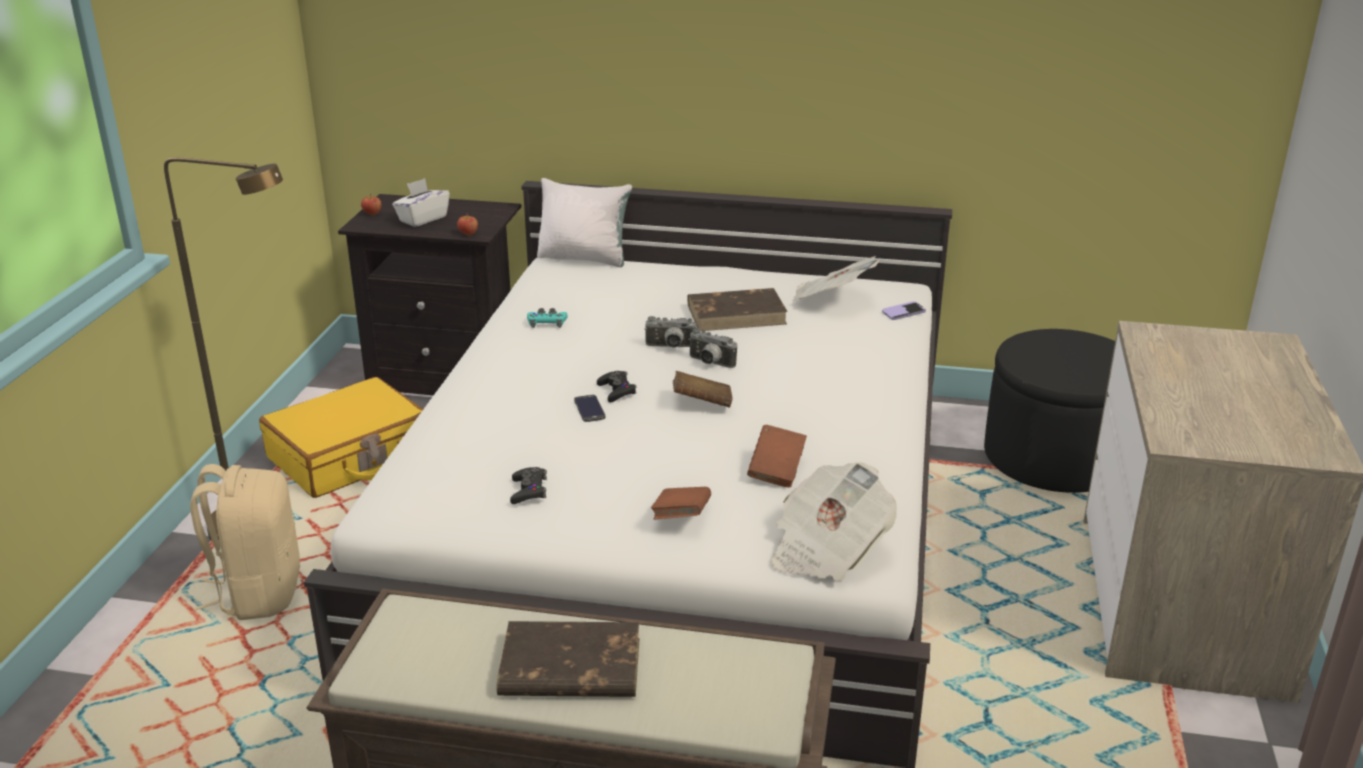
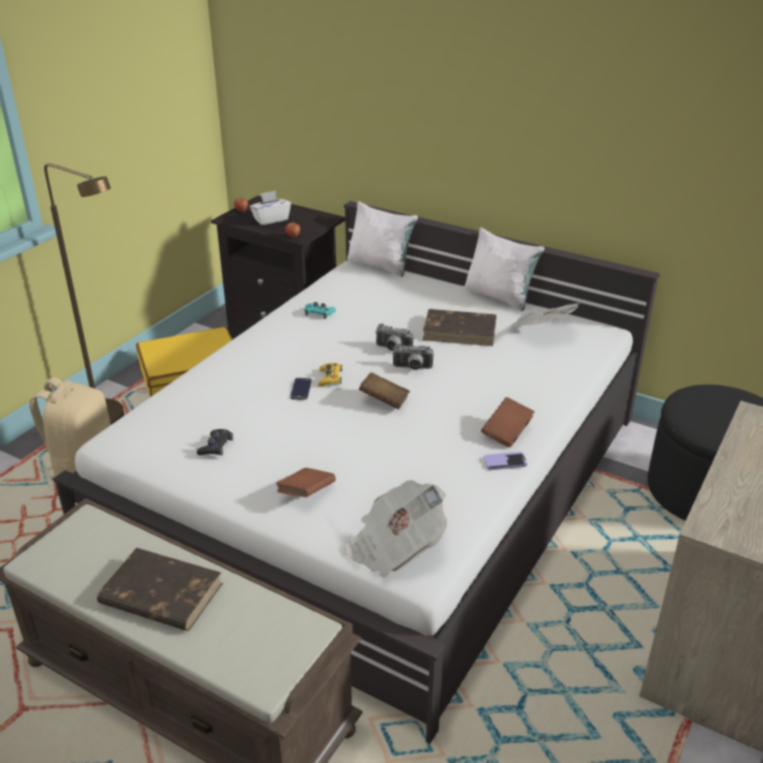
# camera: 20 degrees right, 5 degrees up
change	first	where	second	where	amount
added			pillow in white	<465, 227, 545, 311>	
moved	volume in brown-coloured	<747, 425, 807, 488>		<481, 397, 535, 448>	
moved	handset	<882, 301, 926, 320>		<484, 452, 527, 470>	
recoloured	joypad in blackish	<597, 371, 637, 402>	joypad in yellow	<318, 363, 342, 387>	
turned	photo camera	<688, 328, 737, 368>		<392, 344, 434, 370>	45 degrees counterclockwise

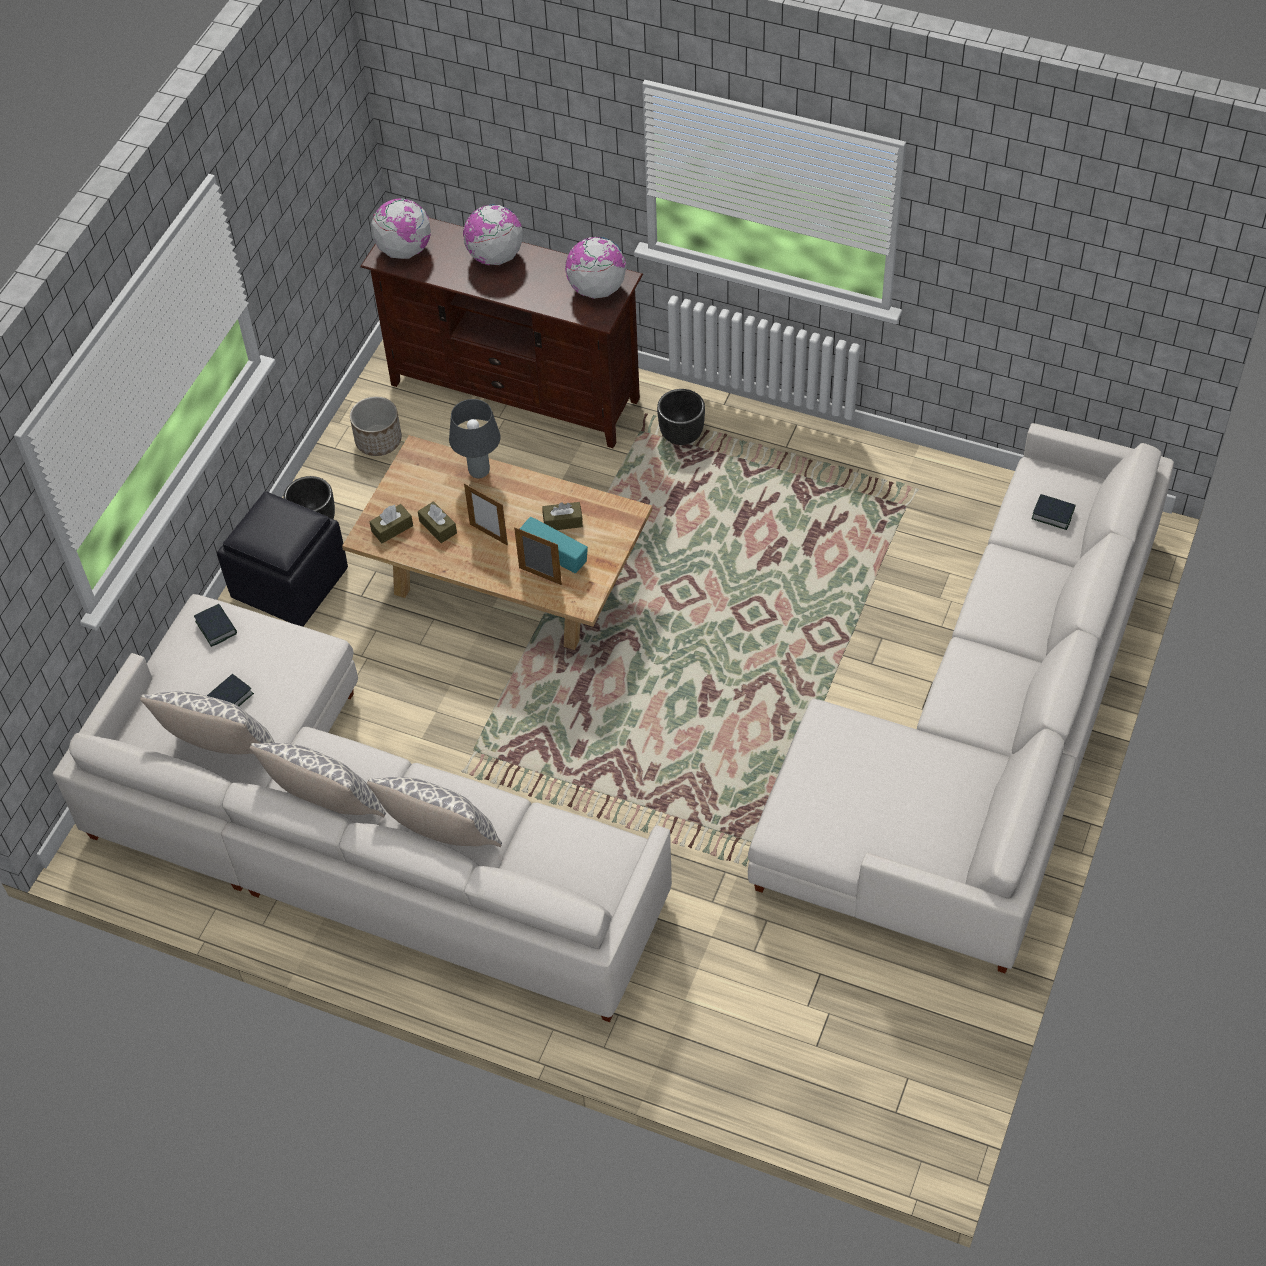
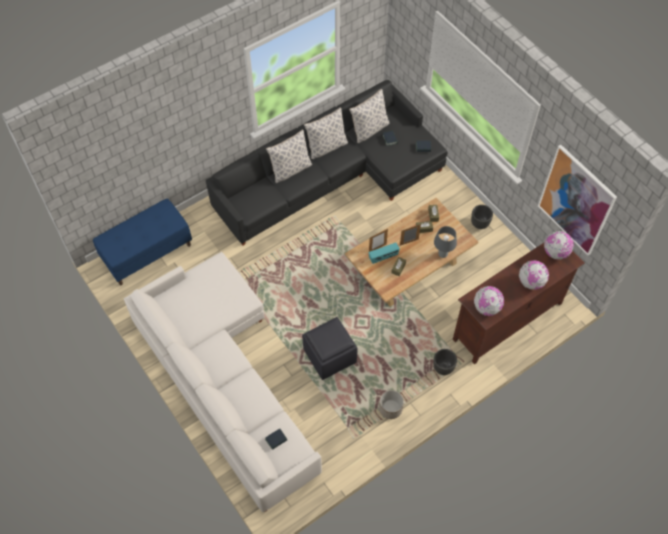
# camera: 120 degrees right, 5 degrees up
change	first	where	second	where	amount
added			bench in blue	<93, 199, 192, 285>	
added			wall picture	<538, 145, 617, 256>	
moved	ottoman in blackish	<217, 491, 348, 627>		<302, 317, 358, 380>	
moved	flower pot	<350, 397, 402, 456>		<379, 390, 404, 419>	
recoloured	sofa in white	<53, 594, 672, 1022>	sofa in blackish	<206, 80, 448, 245>	

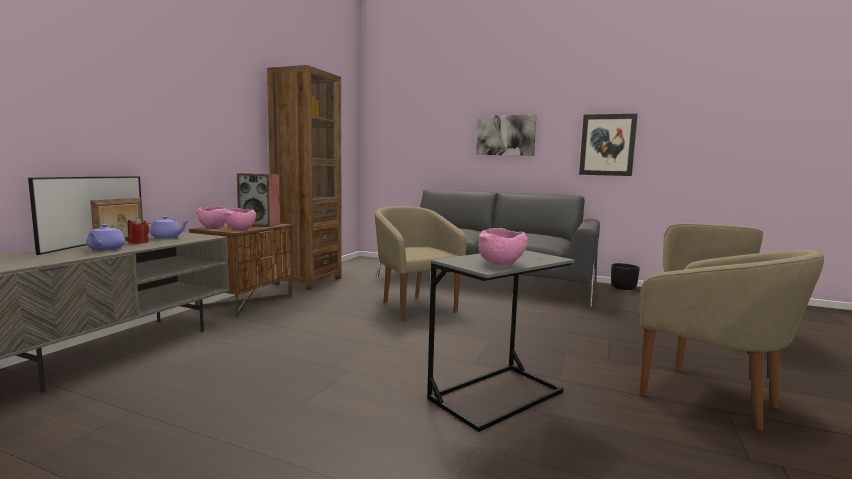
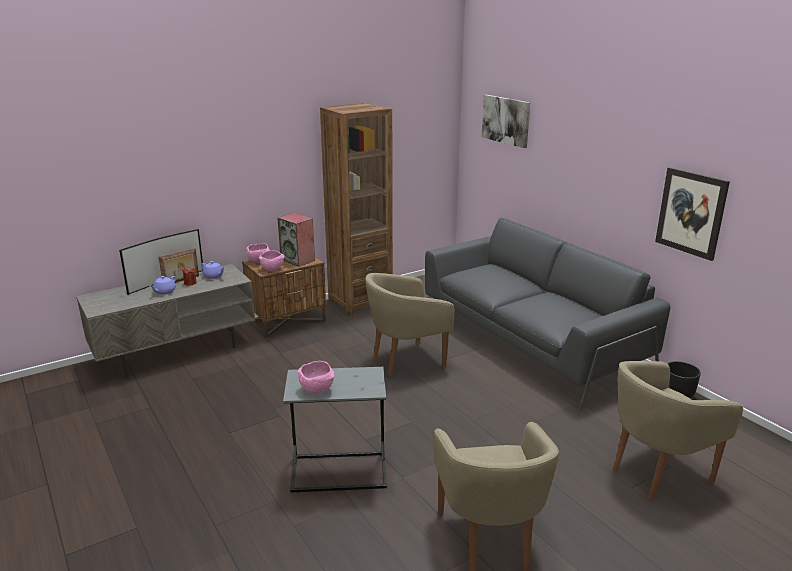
# camera: 35 degrees right, 15 degrees up
change	first	where	second	where	amount
moved	wall picture	<476, 115, 537, 156>		<482, 95, 530, 148>	
turned	easy chair in sand-coloured	<375, 206, 467, 320>		<365, 273, 455, 377>	120 degrees counterclockwise

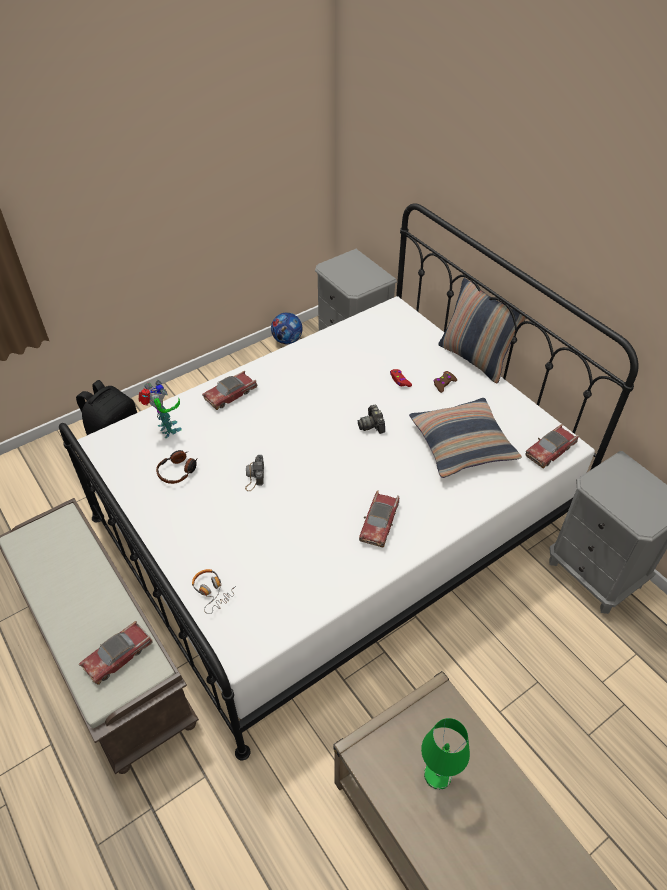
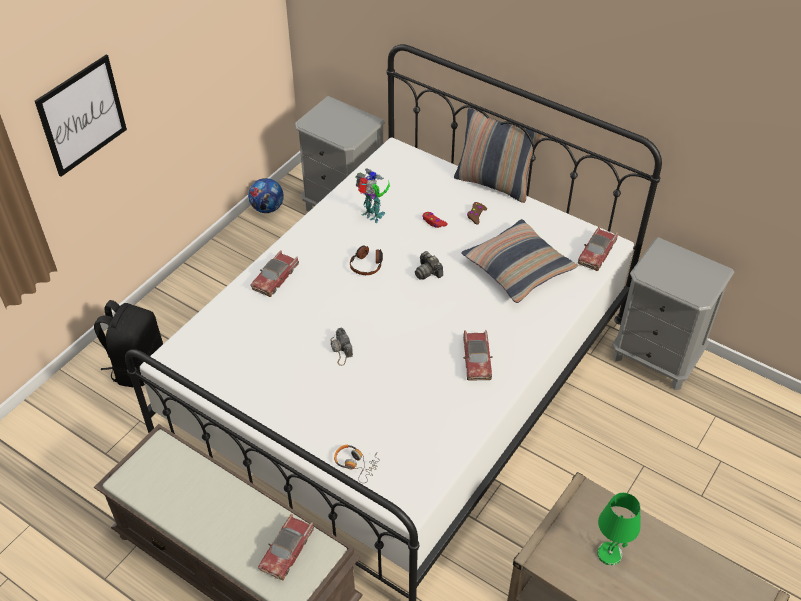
# camera: 20 degrees left, 0 degrees up
change	first	where	second	where	amount
added			wall picture	<35, 55, 127, 177>	
moved	robot figure	<139, 380, 182, 438>		<356, 168, 390, 223>	
moved	pair of headphones	<156, 450, 197, 484>		<350, 245, 383, 275>	

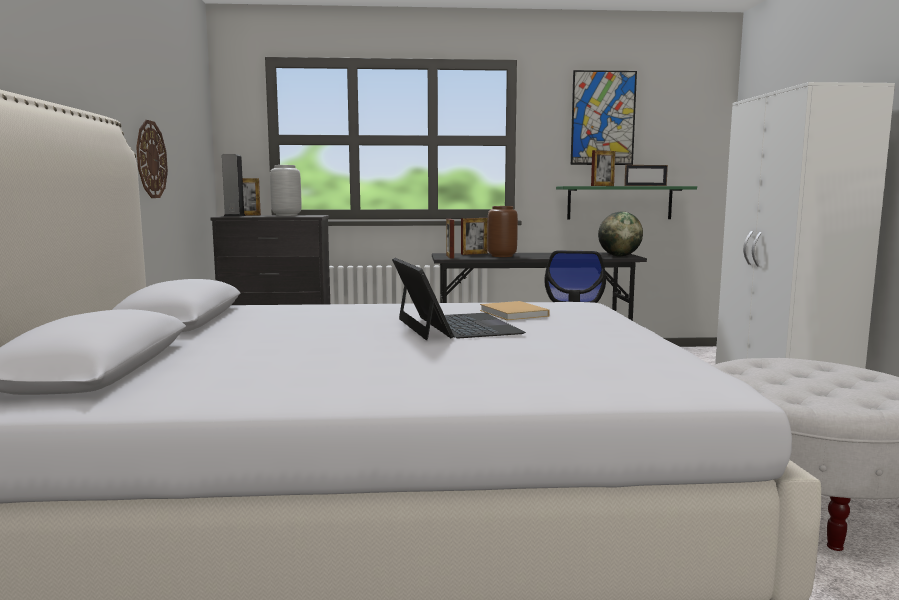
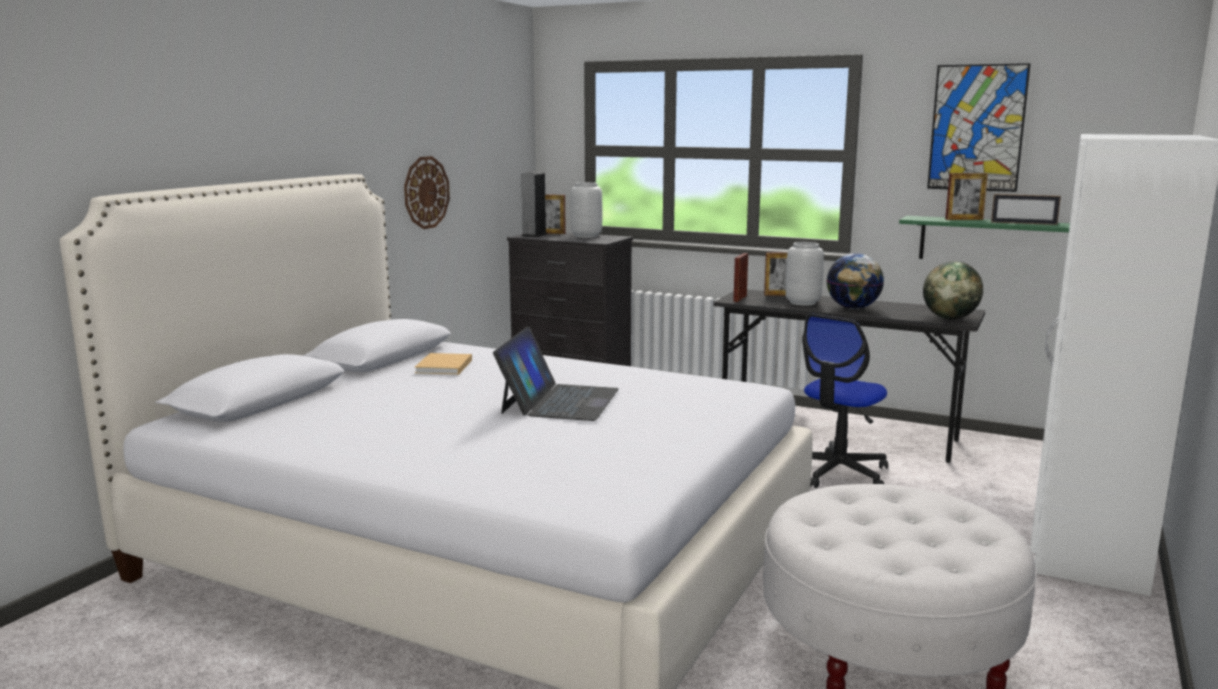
# camera: 30 degrees right, 5 degrees up
change	first	where	second	where	amount
added			globe	<827, 253, 884, 309>	
moved	volume in sand-coloured	<480, 301, 549, 320>		<414, 353, 472, 375>	
recoloured	vase in brown-coloured	<487, 206, 518, 257>	vase in grey	<785, 242, 824, 306>	

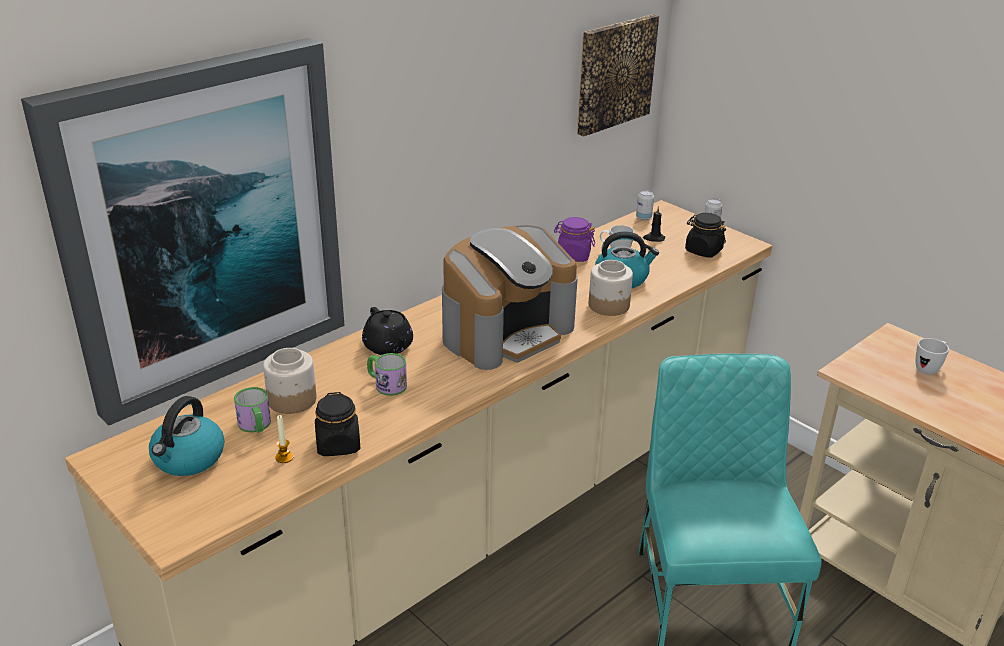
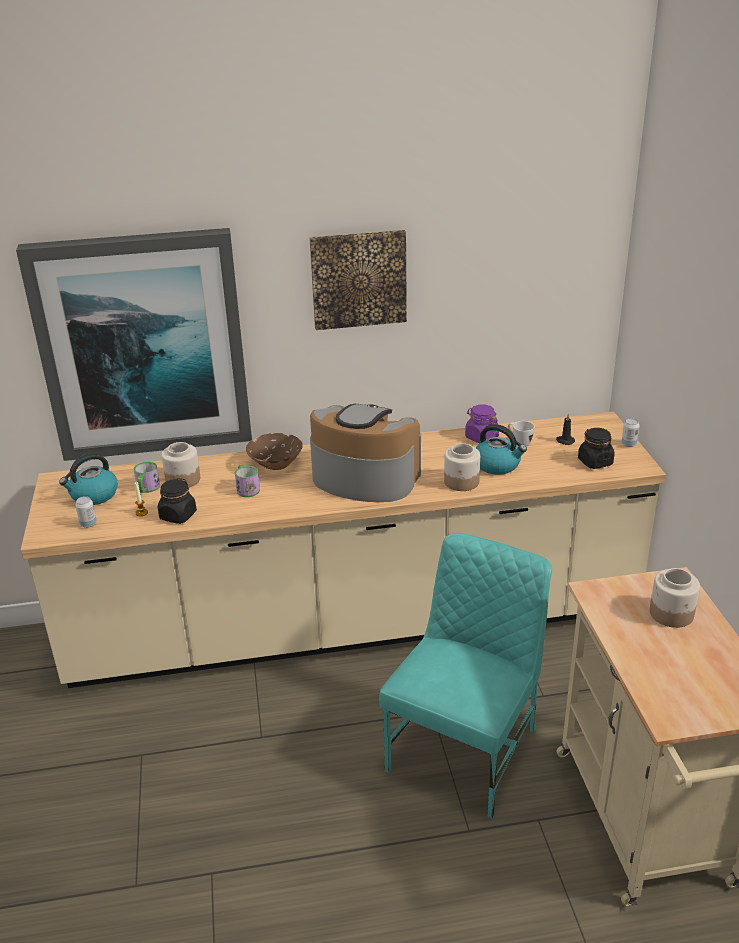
# camera: 35 degrees right, 0 degrees up
change	first	where	second	where	amount
moved	wall picture	<577, 14, 659, 137>		<309, 230, 407, 330>	
moved	sealed can	<636, 190, 654, 220>		<75, 496, 97, 528>	
replaced	pot for tea in blackish	<362, 307, 413, 355>	deep dish in brown-coloured	<246, 433, 303, 470>	
replaced	coffee mug in white	<916, 338, 949, 374>	storage jar	<650, 568, 700, 628>	
turned	coffee maker	<442, 225, 578, 370>		<310, 404, 421, 502>	150 degrees counterclockwise

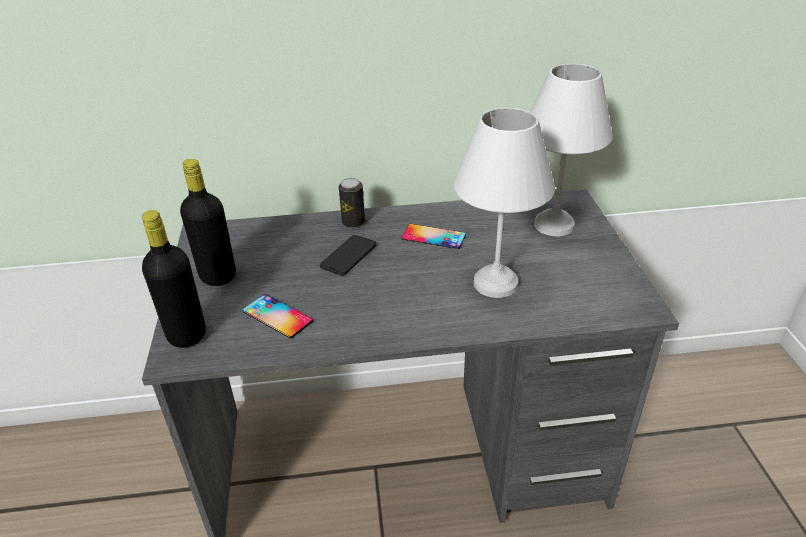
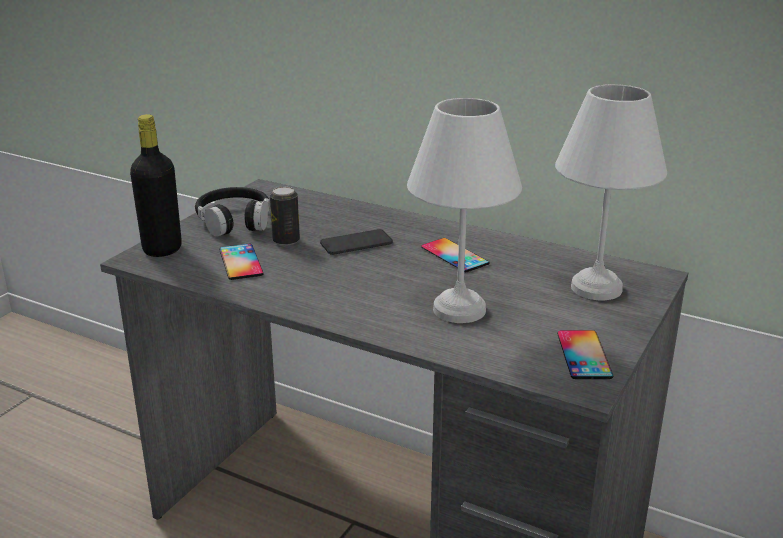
# camera: 35 degrees right, 10 degrees down
change	first	where	second	where	amount
added			handset	<557, 330, 614, 379>	
moved	sealed can	<339, 178, 365, 228>		<270, 187, 300, 246>	
replaced	beverage bottle in blackish	<180, 159, 236, 286>	pair of headphones in blackish	<195, 187, 270, 237>	

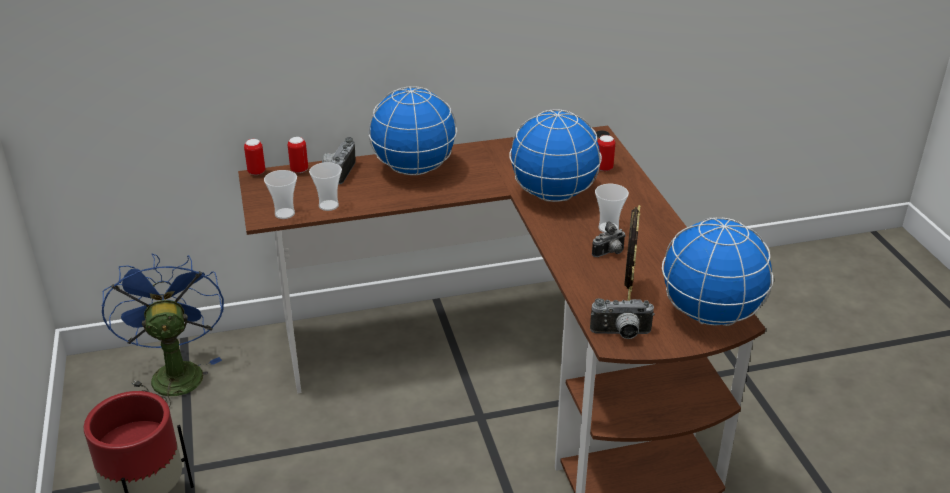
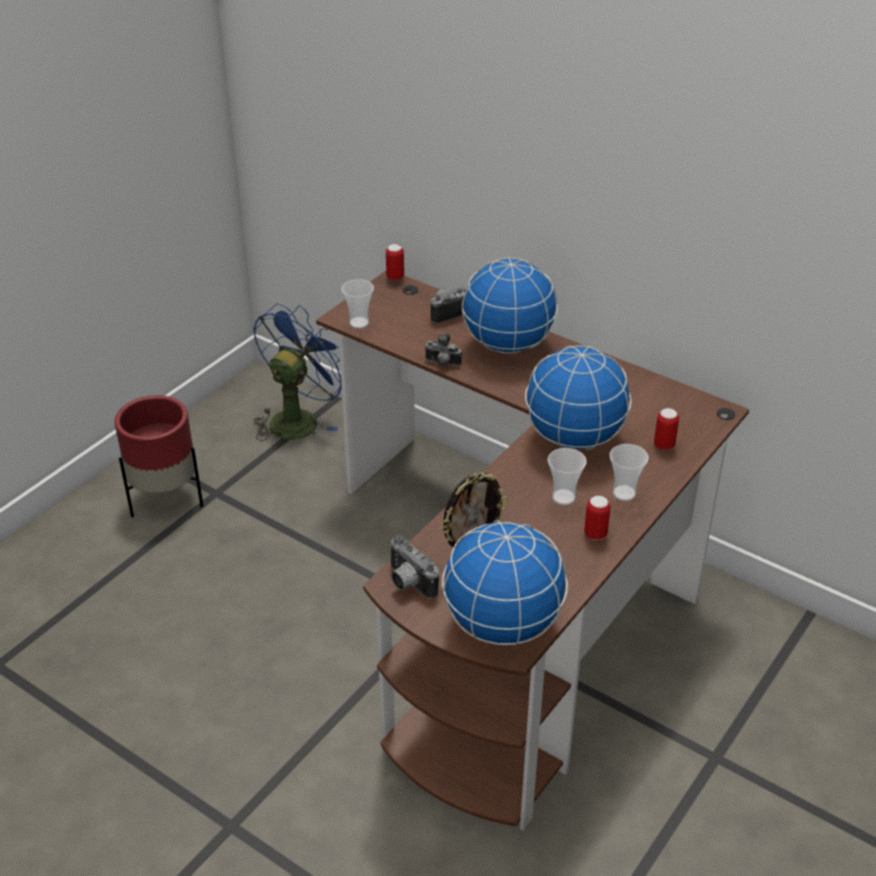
# camera: 50 degrees right, 5 degrees up
change	first	where	second	where	amount
moved	sealed can	<288, 137, 308, 173>		<584, 496, 611, 540>	
moved	drinking cup	<309, 162, 342, 211>		<610, 444, 649, 501>	
moved	photo camera	<592, 221, 626, 257>		<425, 333, 462, 367>	

